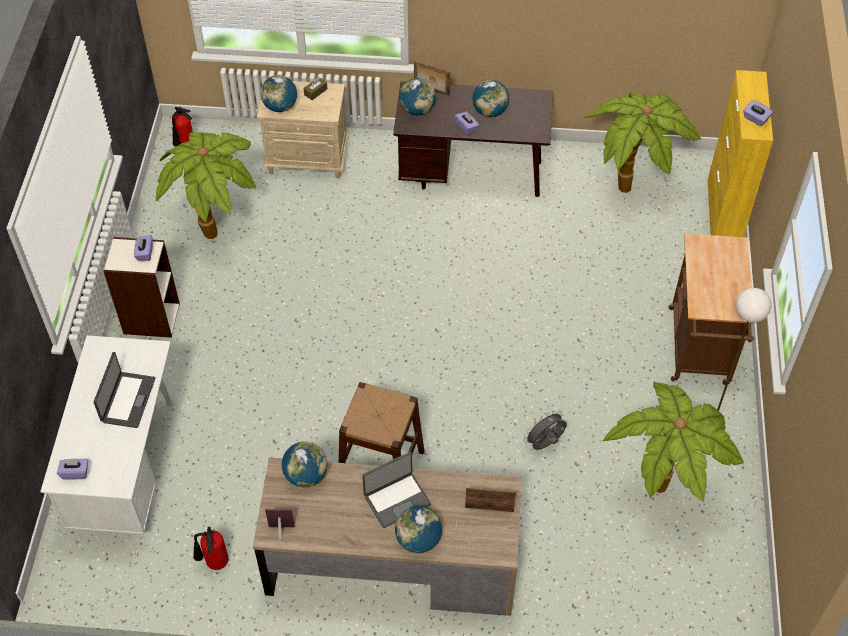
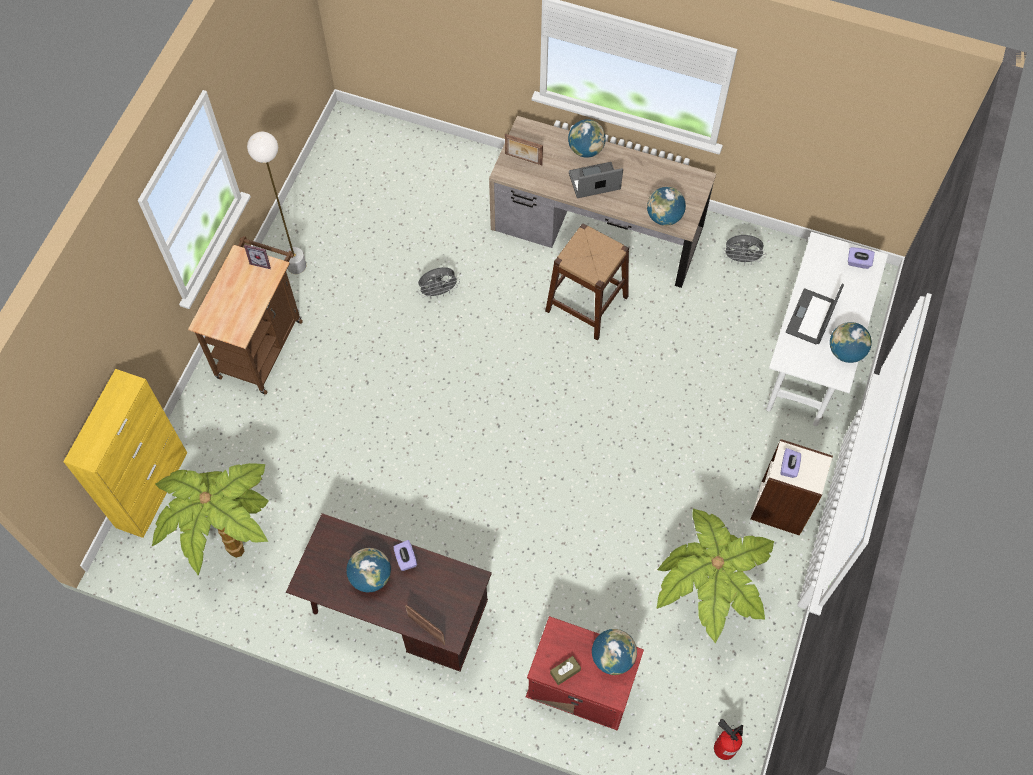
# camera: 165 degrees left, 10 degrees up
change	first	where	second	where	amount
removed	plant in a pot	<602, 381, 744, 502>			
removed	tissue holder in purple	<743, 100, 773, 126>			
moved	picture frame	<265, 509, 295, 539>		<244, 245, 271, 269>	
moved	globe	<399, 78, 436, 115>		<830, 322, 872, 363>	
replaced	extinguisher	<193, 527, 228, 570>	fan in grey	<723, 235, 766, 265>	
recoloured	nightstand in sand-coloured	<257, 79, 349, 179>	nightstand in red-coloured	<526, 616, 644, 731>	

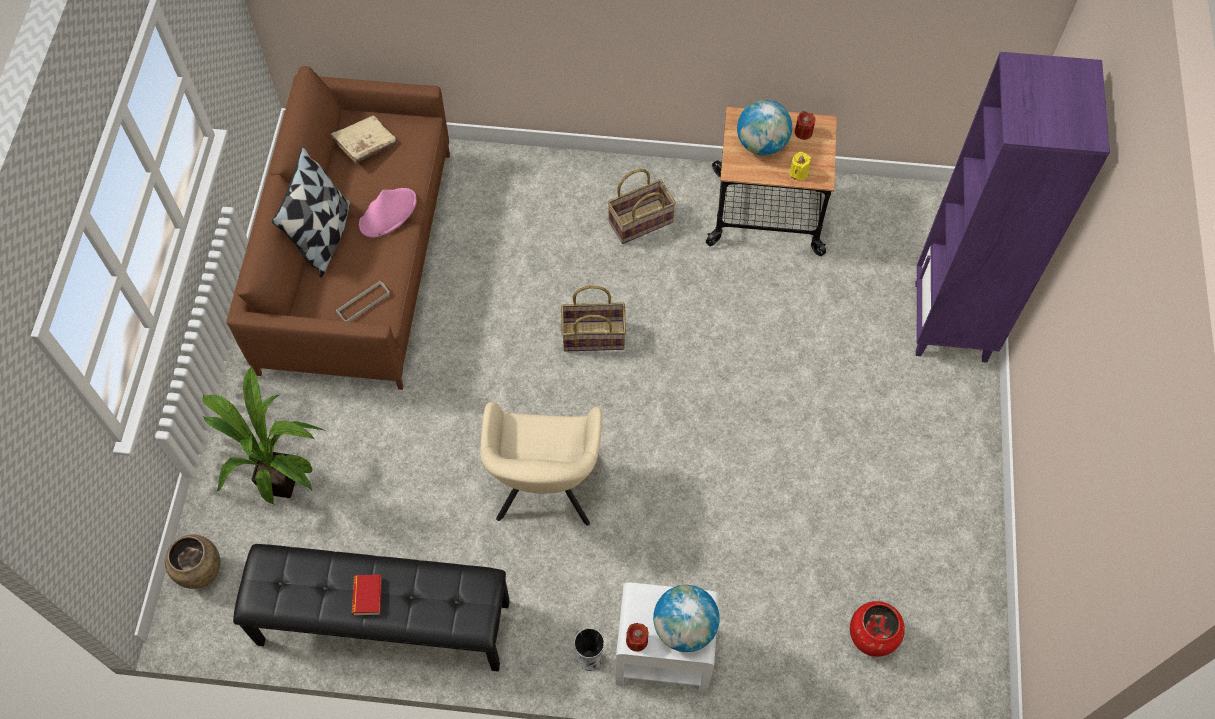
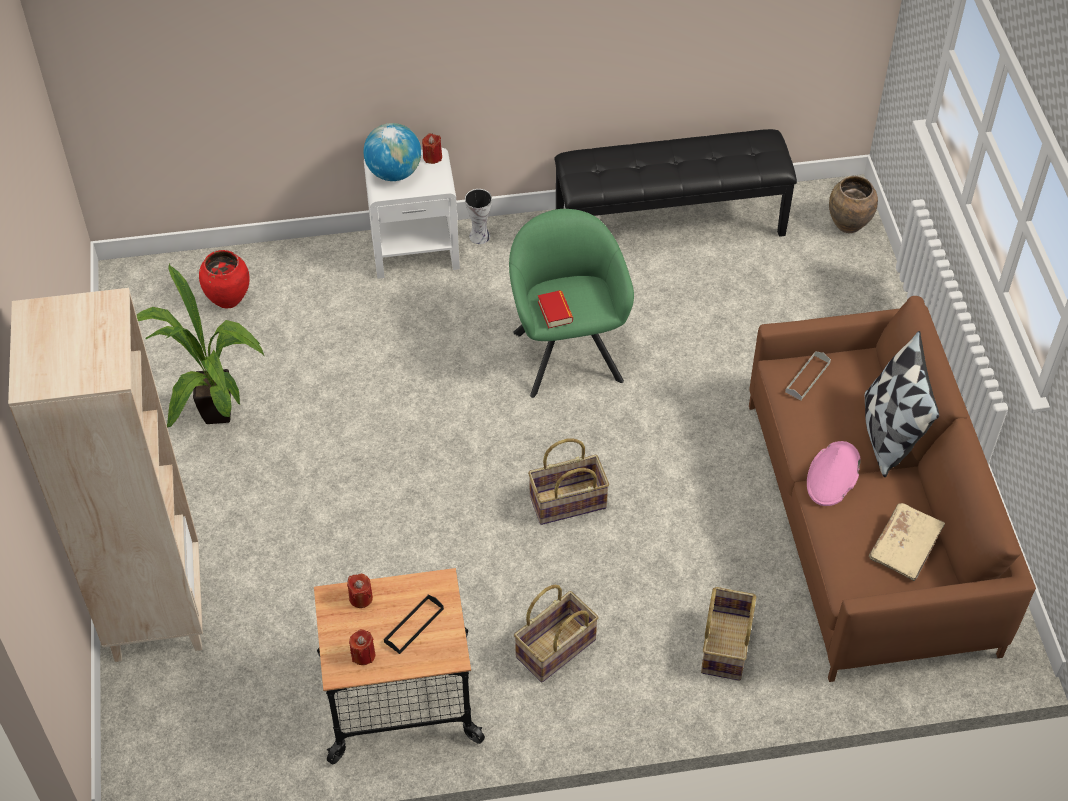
# camera: 165 degrees right, 10 degrees down
change	first	where	second	where	amount
added			basket	<701, 587, 756, 681>	
moved	plant in a pot	<202, 366, 326, 505>		<137, 263, 265, 428>	
moved	volume	<352, 574, 382, 616>		<538, 290, 573, 329>	
replaced	globe	<737, 100, 792, 155>	tray in blackish	<384, 595, 444, 654>	
recoloured	easy chair in sand-coloured	<480, 402, 602, 525>	easy chair in green-coloured	<509, 209, 634, 398>	
recoloured	candle in yellow	<790, 152, 811, 180>	candle in red-coloured	<347, 574, 373, 608>	
recoloured	shelving unit in purple	<915, 52, 1110, 363>	shelving unit in sand-coloured	<8, 288, 203, 662>	

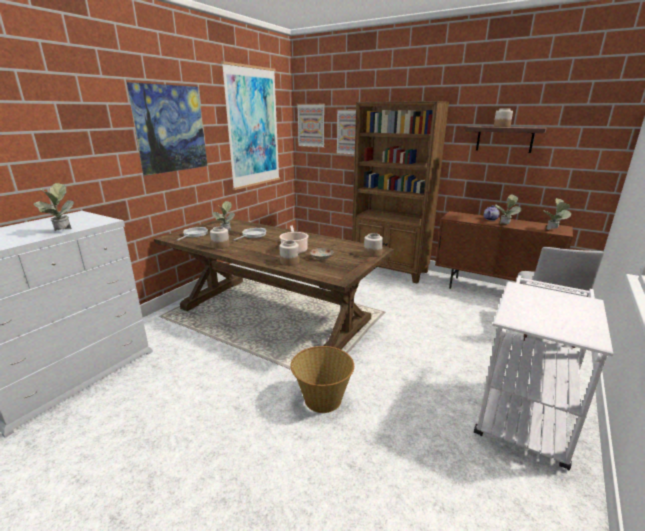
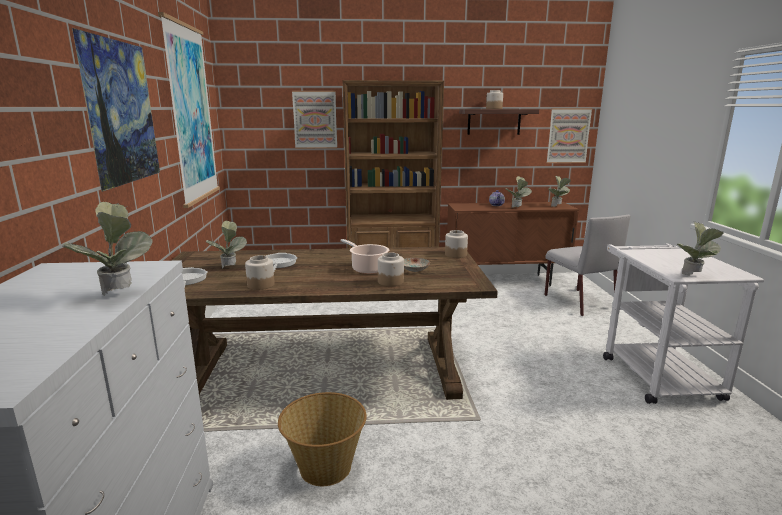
# camera: 35 degrees left, 5 degrees down
change	first	where	second	where	amount
added			plant in a pot	<677, 222, 724, 276>	
moved	basket	<290, 346, 354, 413>		<278, 392, 367, 486>	
moved	wall picture	<297, 104, 325, 148>		<546, 108, 593, 163>	

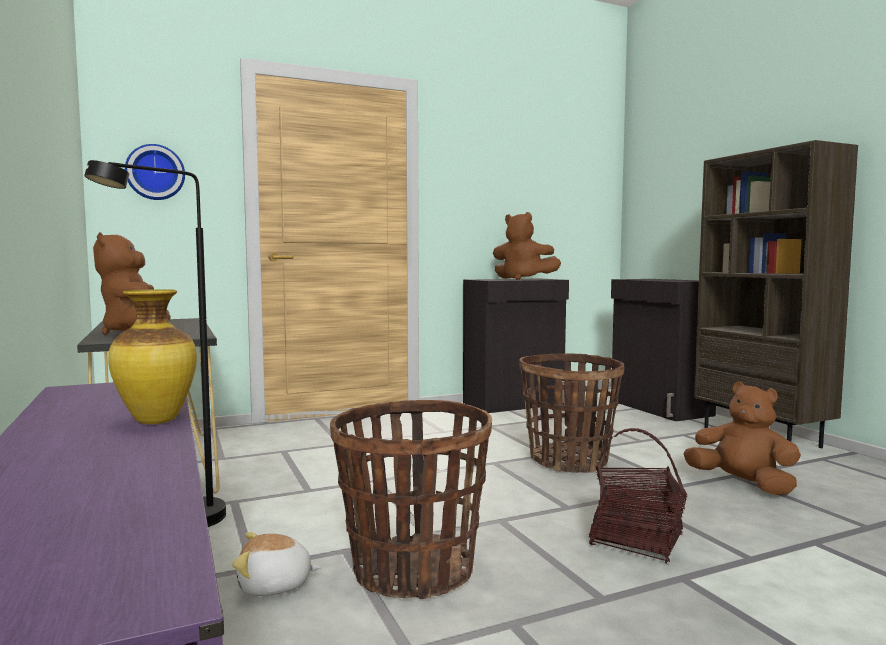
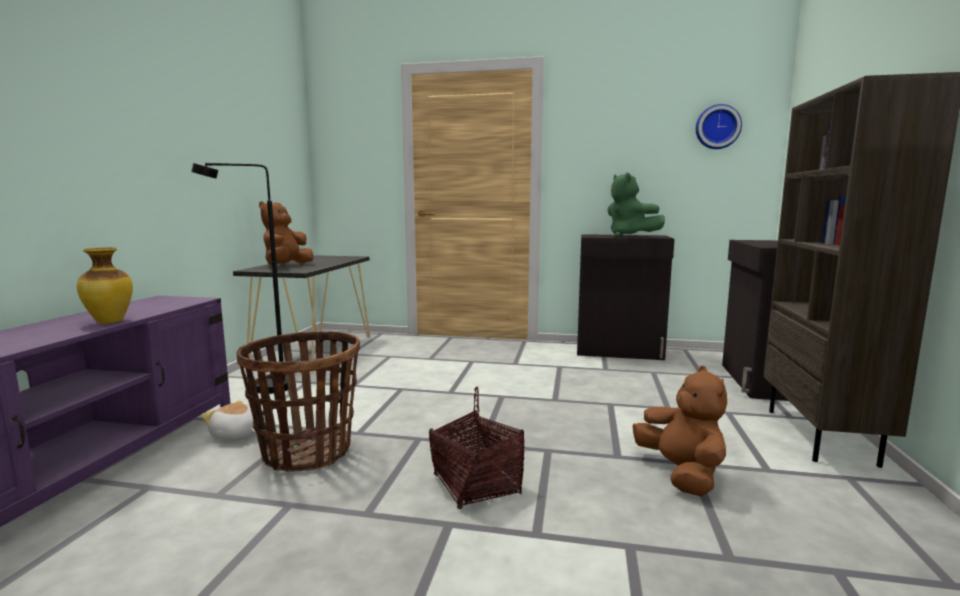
# camera: 35 degrees right, 5 degrees up
change	first	where	second	where	amount
removed	basket	<519, 353, 624, 473>			
moved	hanging clock	<125, 144, 185, 200>		<696, 104, 742, 149>	
recoloured	soft toy in brown-coloured	<493, 212, 561, 280>	soft toy in green-coloured	<607, 172, 665, 237>	

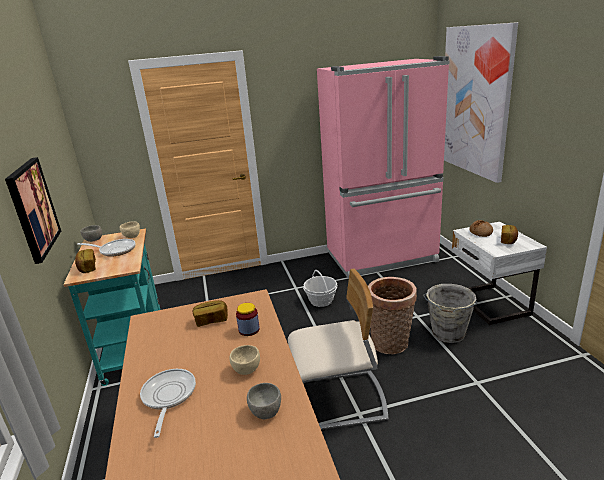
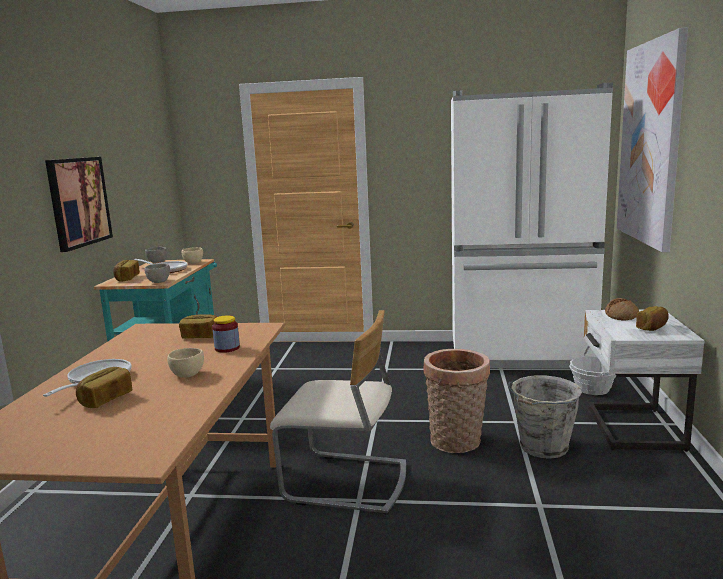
# camera: 20 degrees right, 10 degrees down
change	first	where	second	where	amount
added			bakery bread	<76, 367, 132, 408>	
moved	deep dish in grey	<247, 383, 281, 419>		<145, 264, 170, 283>	
moved	basket	<303, 270, 337, 307>		<569, 345, 616, 395>	
recoloured	fridge in pinkish	<317, 56, 449, 279>	fridge in white	<451, 82, 613, 369>	

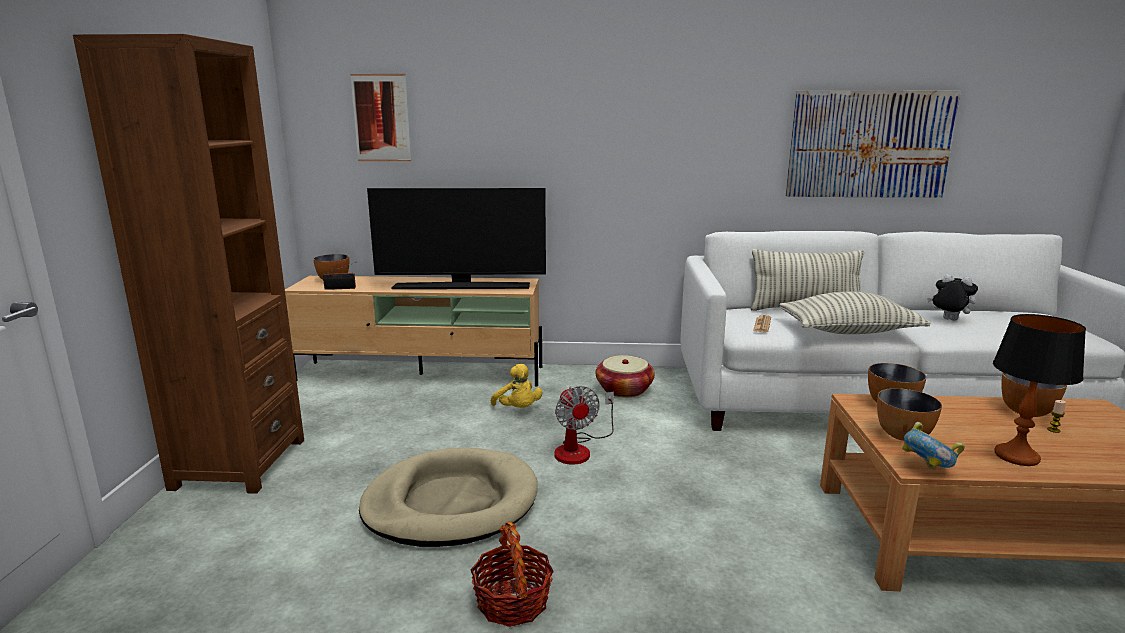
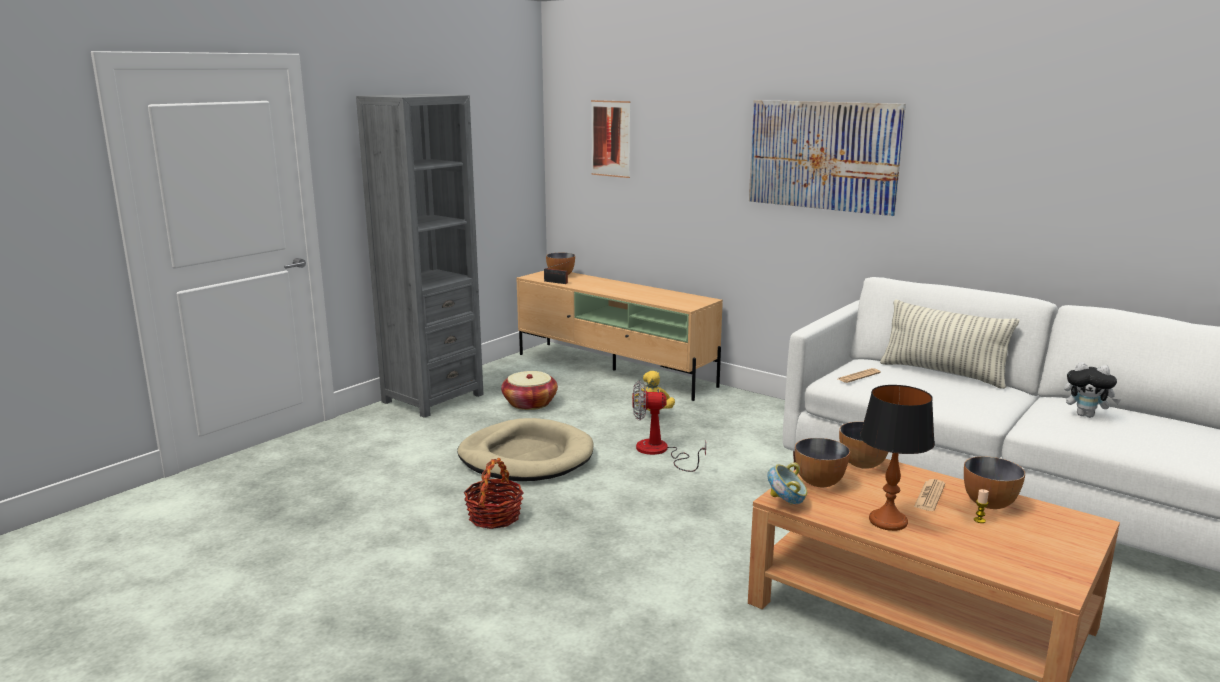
# camera: 35 degrees right, 0 degrees up
change	first	where	second	where	amount
removed	TV	<367, 188, 546, 289>			
removed	pillow	<779, 292, 931, 334>			
added			newspaper	<914, 479, 945, 511>	
moved	basket	<595, 355, 655, 398>		<501, 371, 558, 410>	
moved	wall picture	<786, 91, 961, 198>		<749, 100, 906, 216>	
recoloured	shelving unit in brown-coloured	<73, 34, 304, 494>	shelving unit in grey	<356, 94, 484, 418>	
turned	fan	<554, 386, 614, 465>		<633, 381, 706, 472>	75 degrees clockwise
turned	soft toy	<927, 274, 978, 321>		<1064, 362, 1121, 418>	135 degrees clockwise

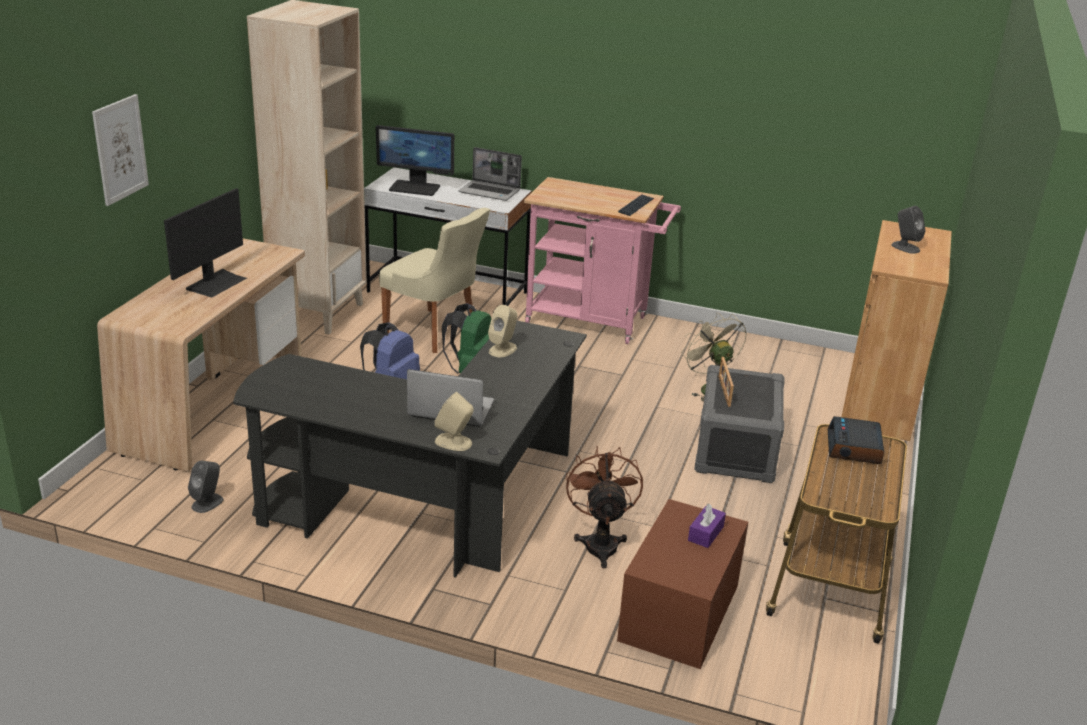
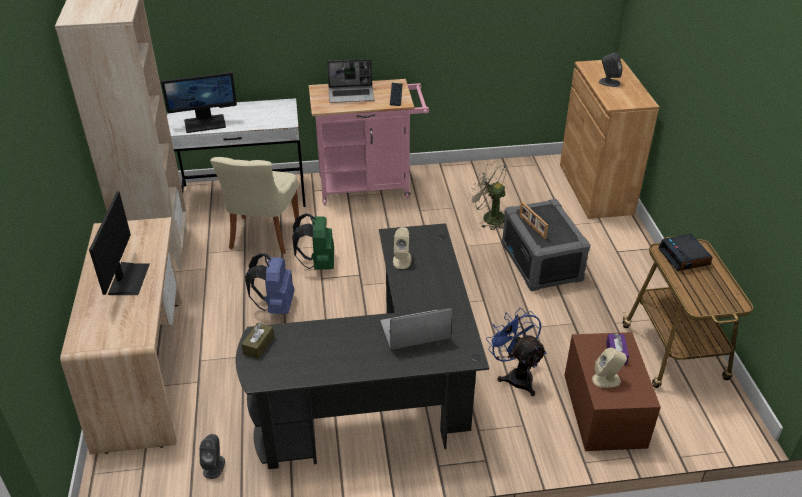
# camera: 25 degrees left, 10 degrees up
change	first	where	second	where	amount
removed	wall picture	<92, 94, 149, 206>			
added			tissue holder in brown-coloured	<241, 323, 274, 359>	
moved	audio speaker in sand-coloured	<434, 392, 474, 451>		<592, 347, 627, 388>	
moved	portable computer	<459, 147, 522, 201>		<327, 59, 375, 103>	
recoloured	fan in brown-coloured	<566, 446, 643, 568>	fan in blue	<486, 308, 547, 396>	
turned	upright chair in sand-coloured	<379, 208, 490, 353>		<210, 157, 299, 254>	90 degrees clockwise

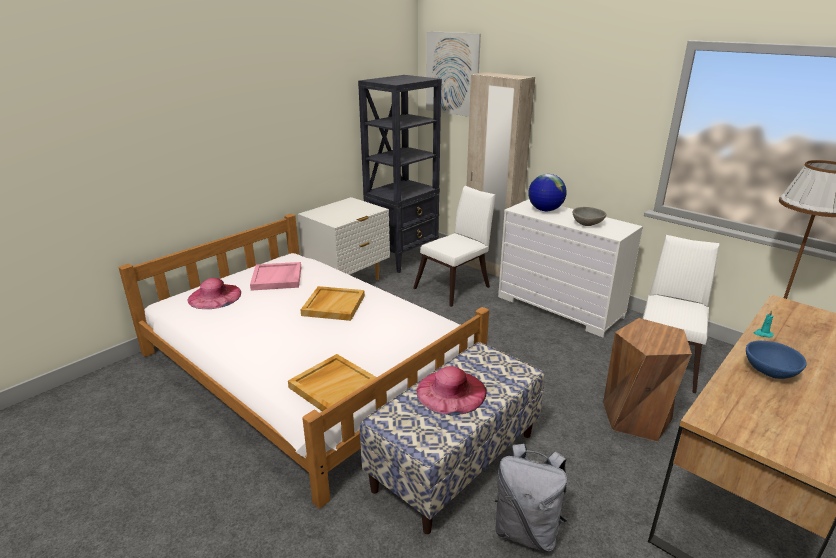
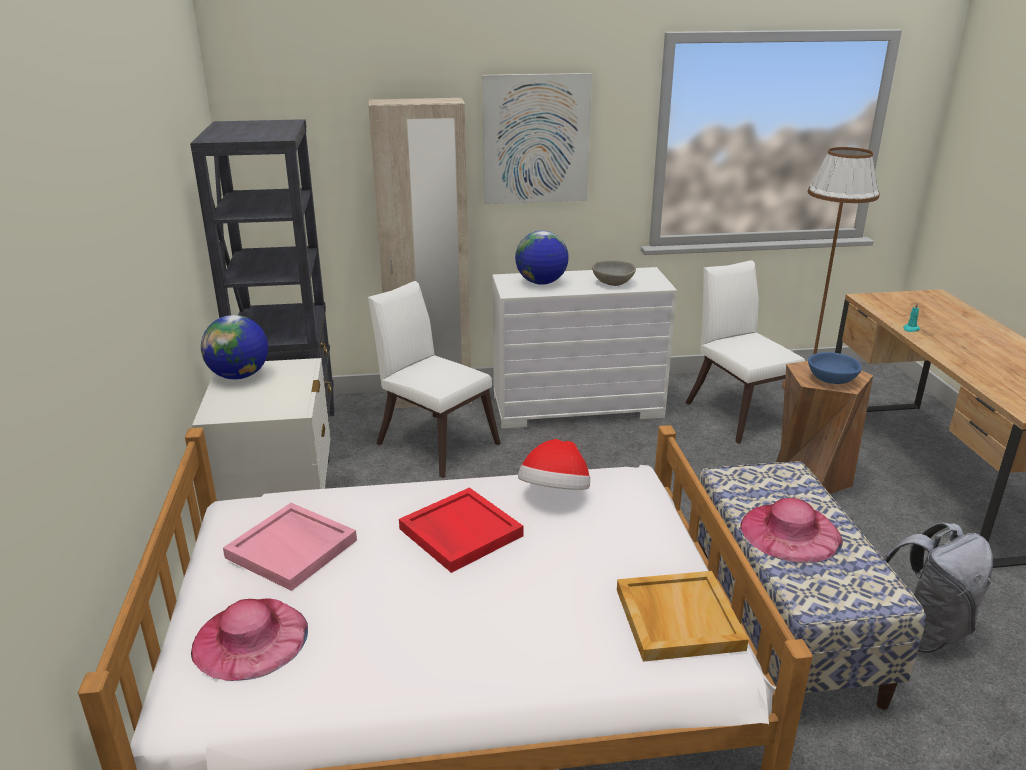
# camera: 50 degrees left, 0 degrees up
change	first	where	second	where	amount
added			globe	<201, 315, 268, 379>	
added			hat	<518, 439, 590, 490>	
moved	wall picture	<426, 31, 481, 117>		<482, 73, 592, 204>	
moved	deep dish in blue	<746, 341, 807, 379>		<808, 352, 861, 384>	
recoloured	tray in sand-coloured	<301, 286, 365, 321>	tray in red-coloured	<399, 487, 524, 573>	
turned	upright chair in white	<413, 186, 496, 307>		<368, 281, 501, 478>	45 degrees counterclockwise

